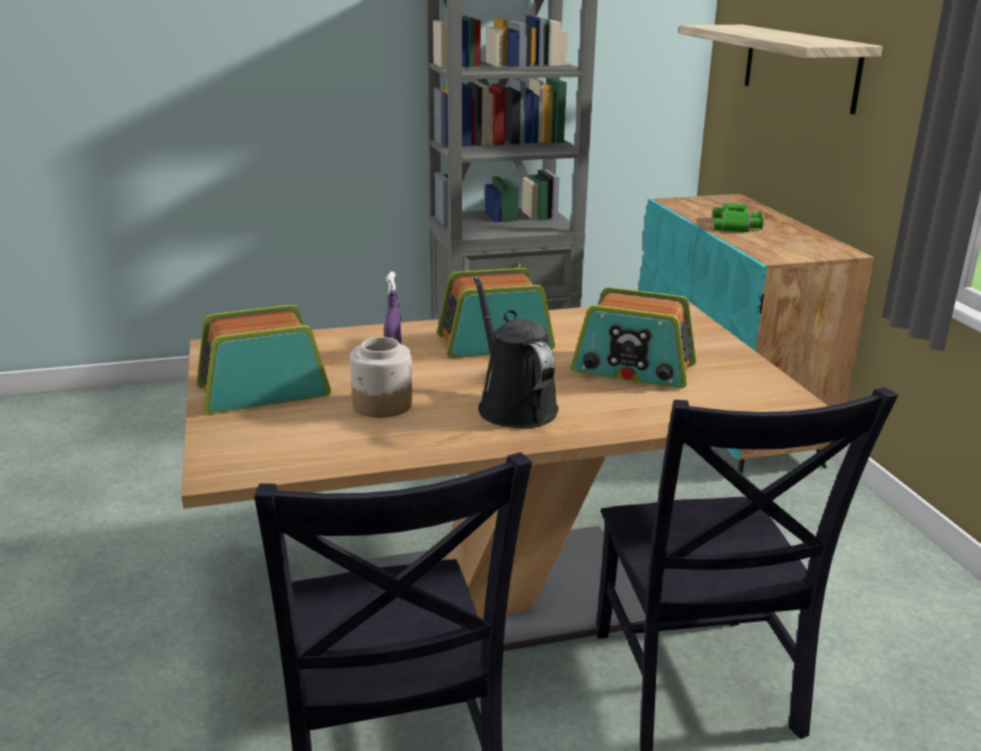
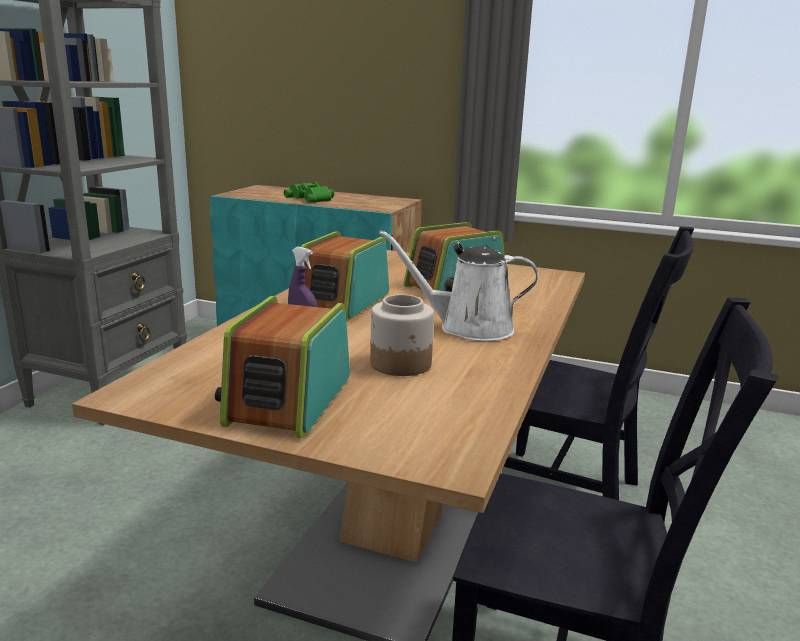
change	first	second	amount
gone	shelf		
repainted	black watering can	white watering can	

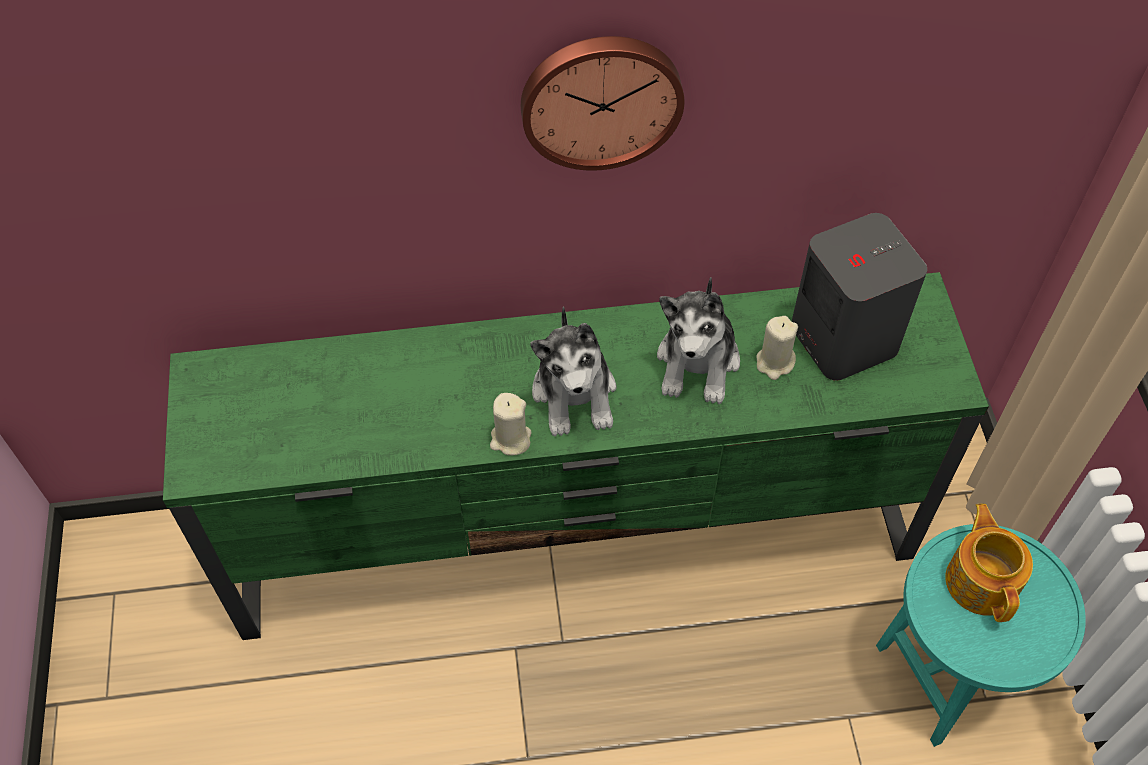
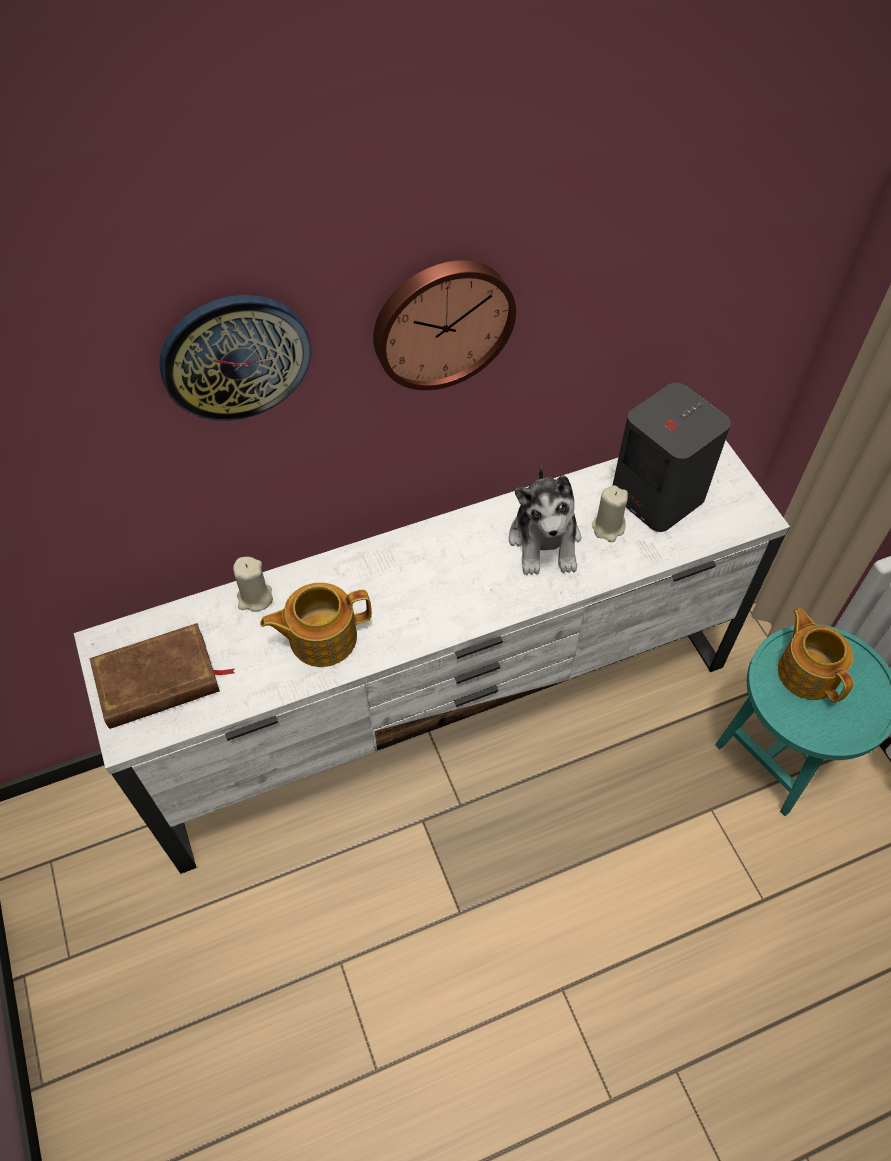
change	first	second	amount
repainted	green tv stand	white tv stand	
gone	plush toy (no. 1 from left)		
shifted	beige candle (no. 1 from left)		
new		wall clock (no. 1 from left)	
new		teapot (no. 1 from left)	
new		brown book	

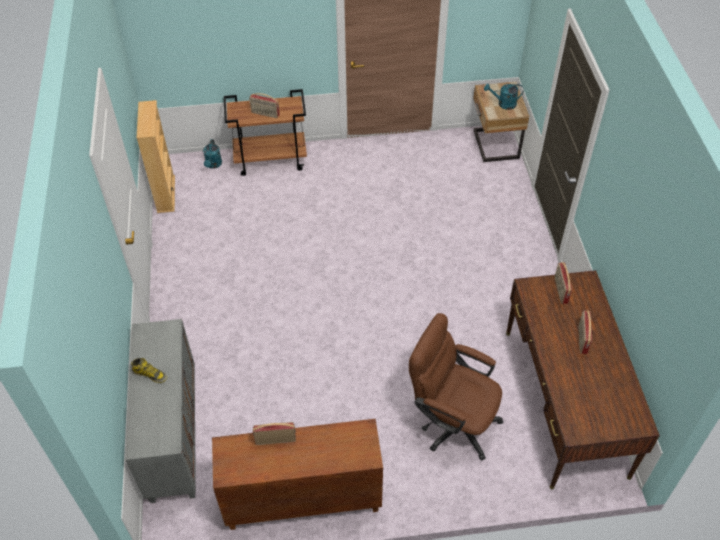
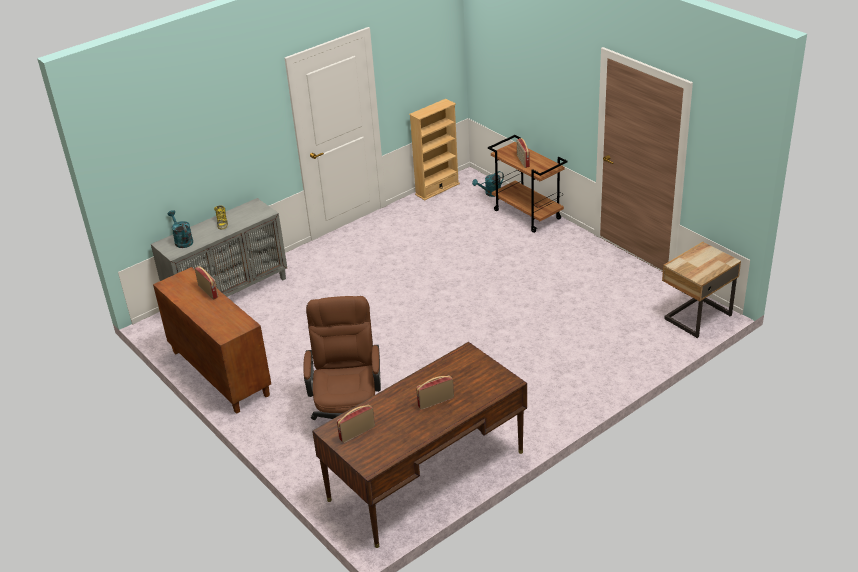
change	first	second	amount
shifted	turquoise watering can (no. 2 from left in the first image)	turquoise watering can (no. 1 from left)	
shifted	radio (no. 3 from left in the first image)	radio (no. 2 from left)	

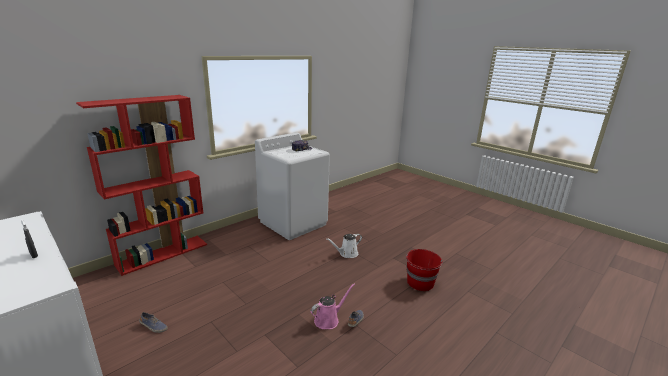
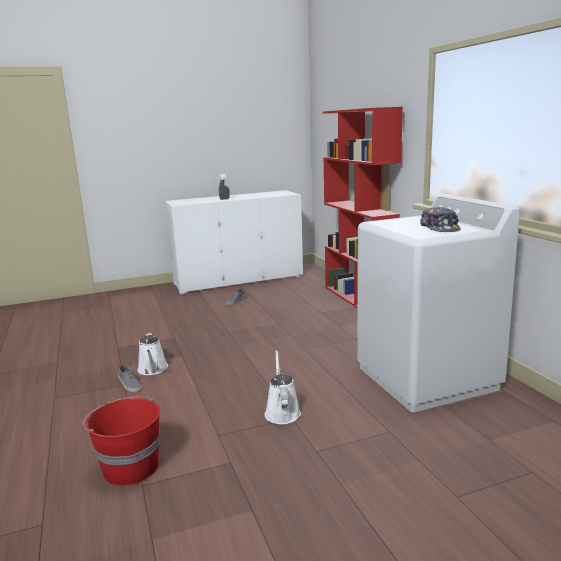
change	first	second	amount
repainted	pink watering can	white watering can (no. 1 from left)	

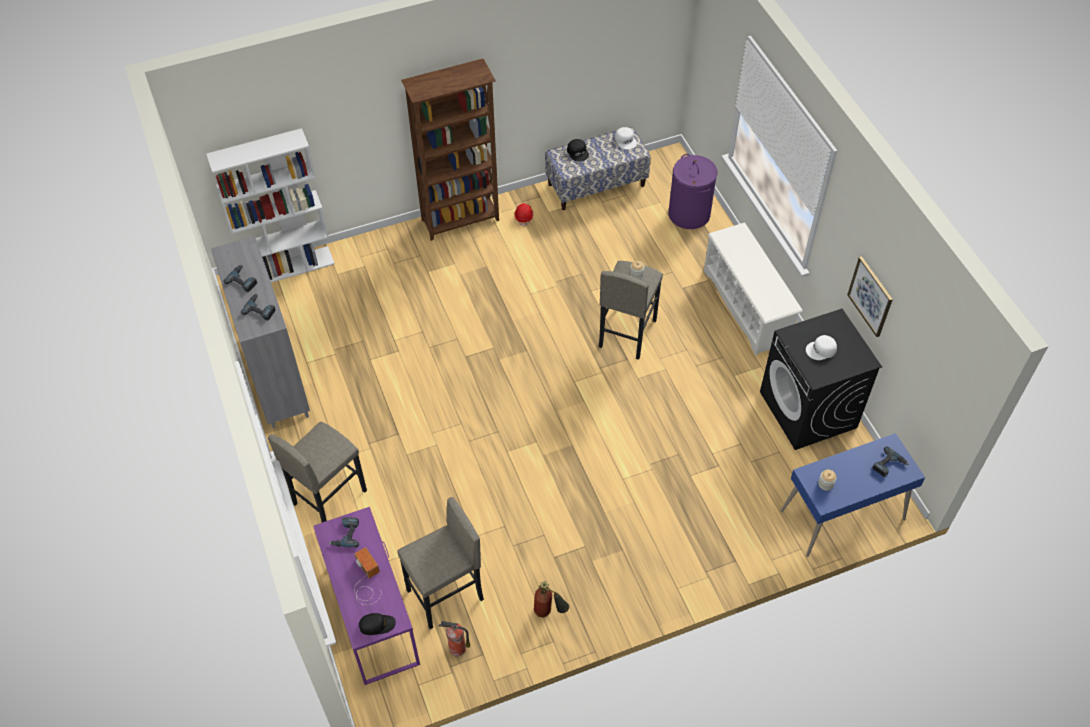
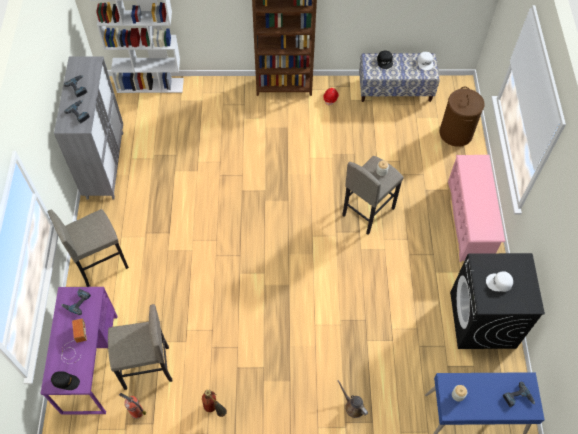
change	first	second	amount
repainted	purple laundry basket	brown laundry basket	
repainted	white shoe rack	pink shoe rack	
gone	picture		
new		brown watering can	

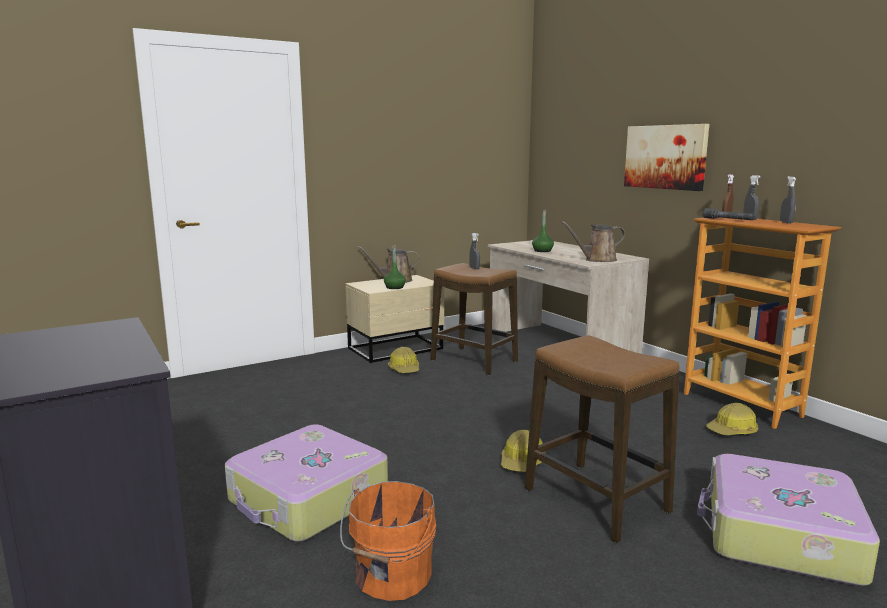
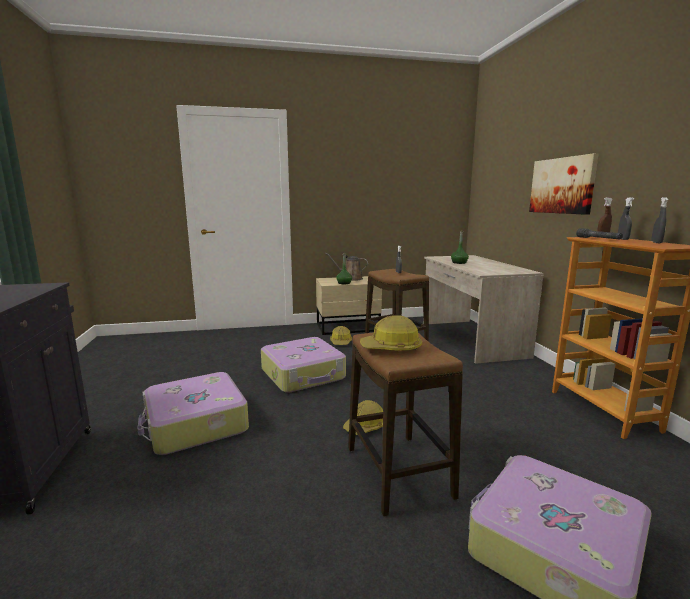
change	first	second	amount
gone	brown watering can (no. 2 from left)		
shifted	hard hat (no. 3 from left)		
gone	orange bucket		
new		suitcase (no. 2 from left)	

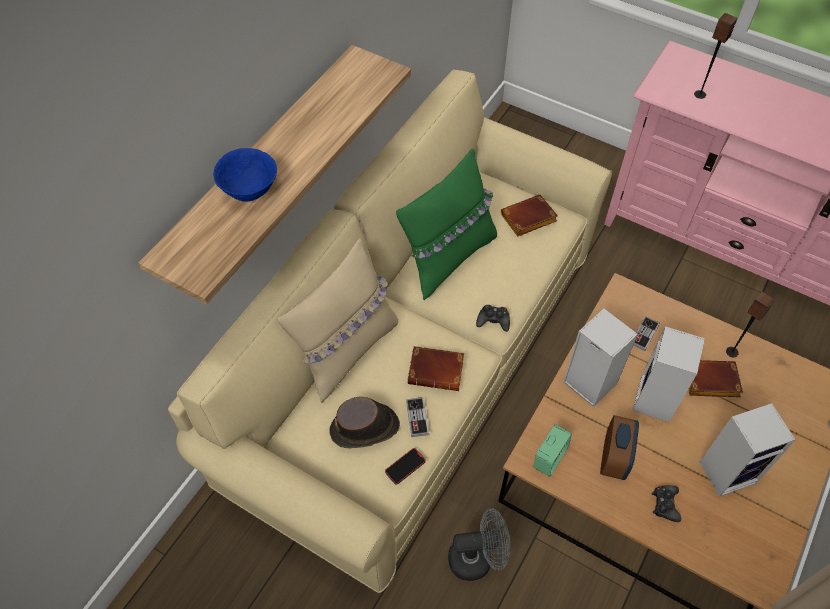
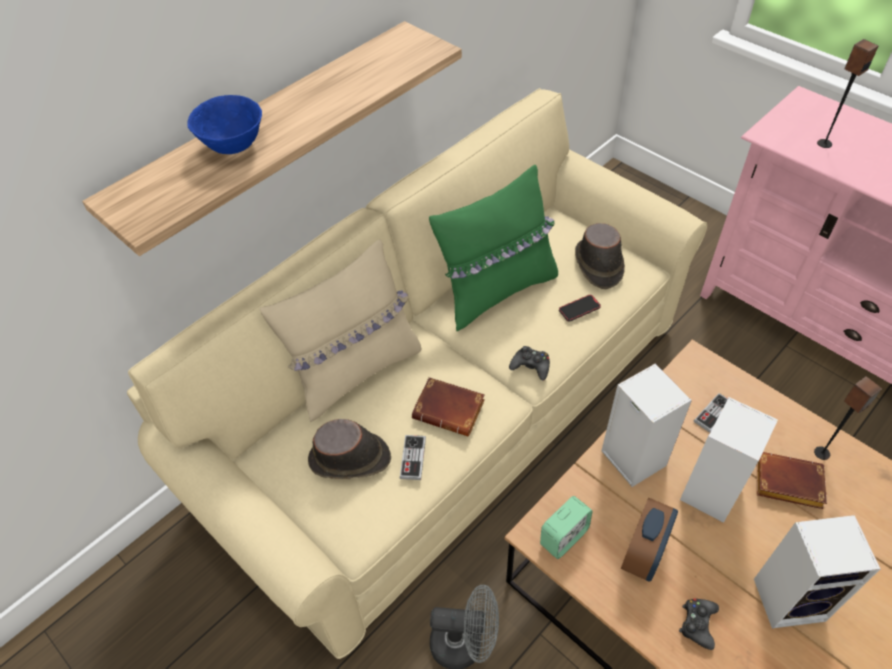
change	first	second	amount
swapped	brown book (no. 2 from left)	brown hat (no. 2 from left)	
shifted	phone		

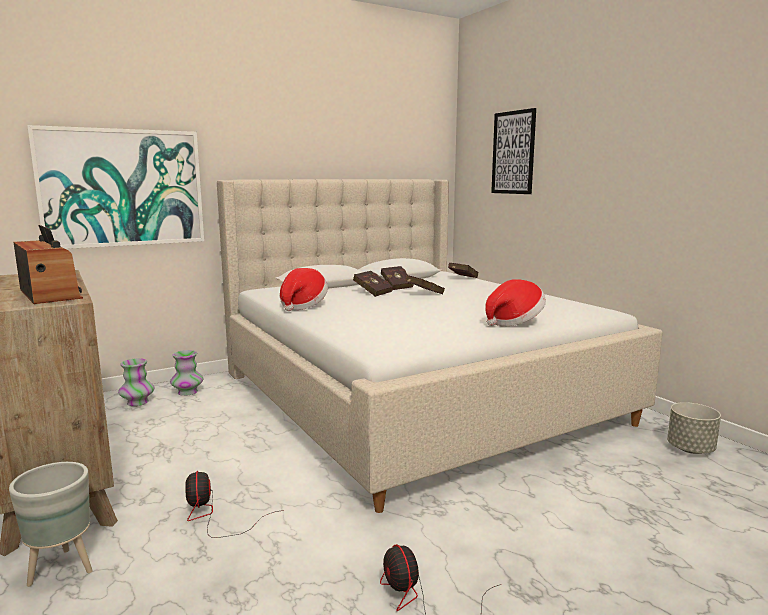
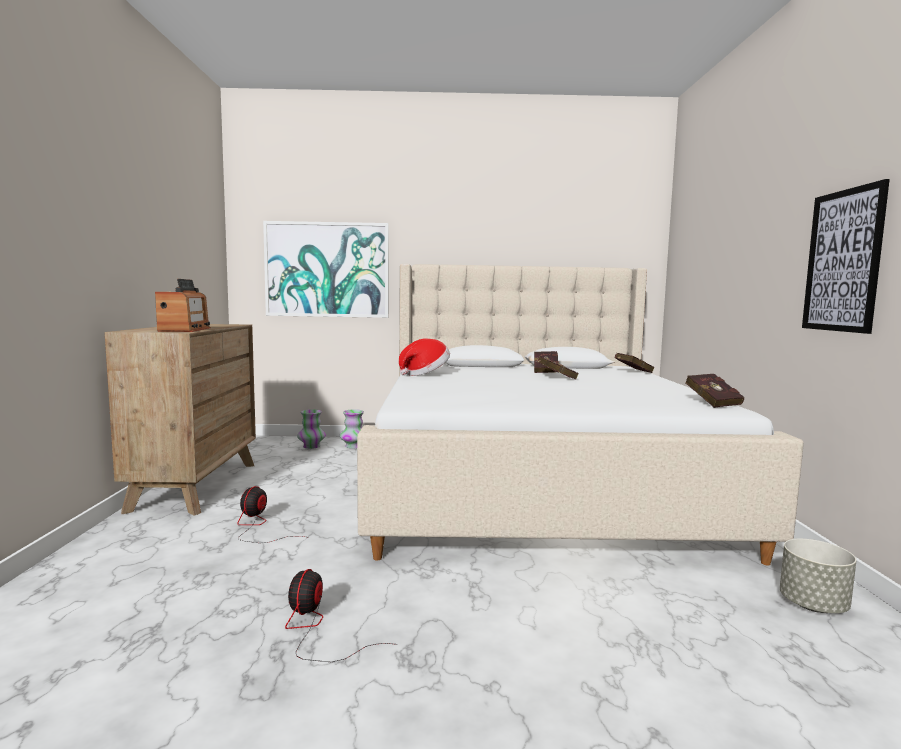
change	first	second	amount
shifted	picture (no. 2 from left)		
shifted	red book (no. 1 from left in the first image)	red book (no. 4 from left)	
gone	hat (no. 2 from left)		
gone	grey planter (no. 1 from left)		

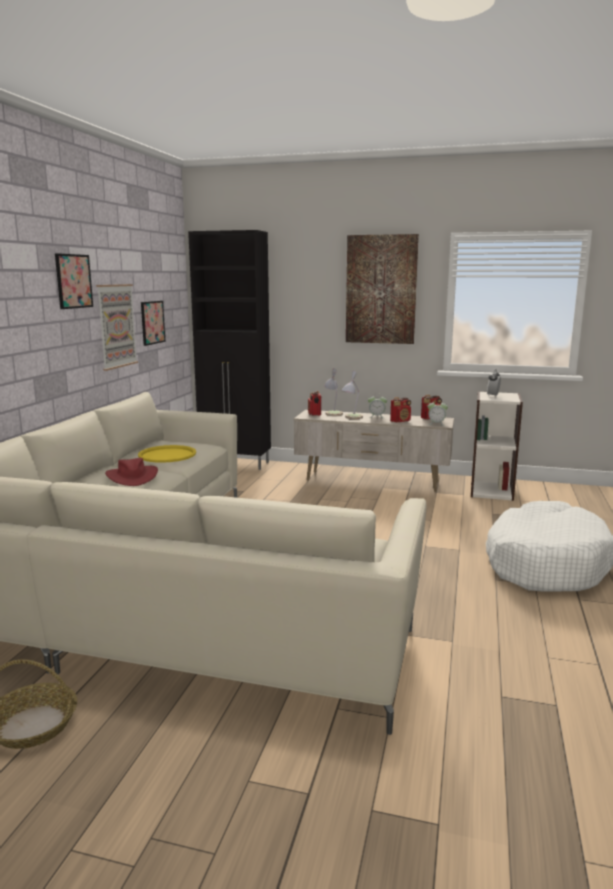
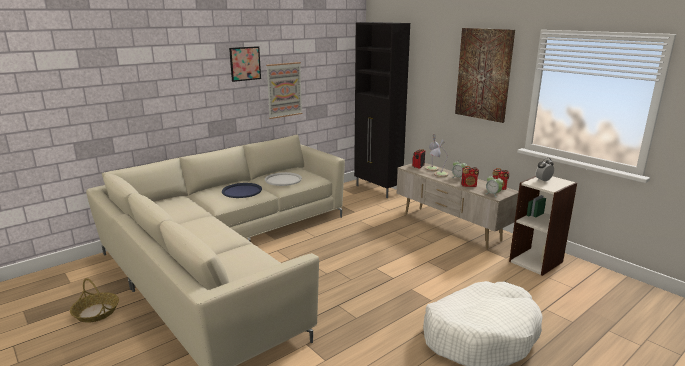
change	first	second	amount
gone	picture (no. 3 from left)		
repainted	yellow tray	white tray	
swapped	red hat	blue tray	

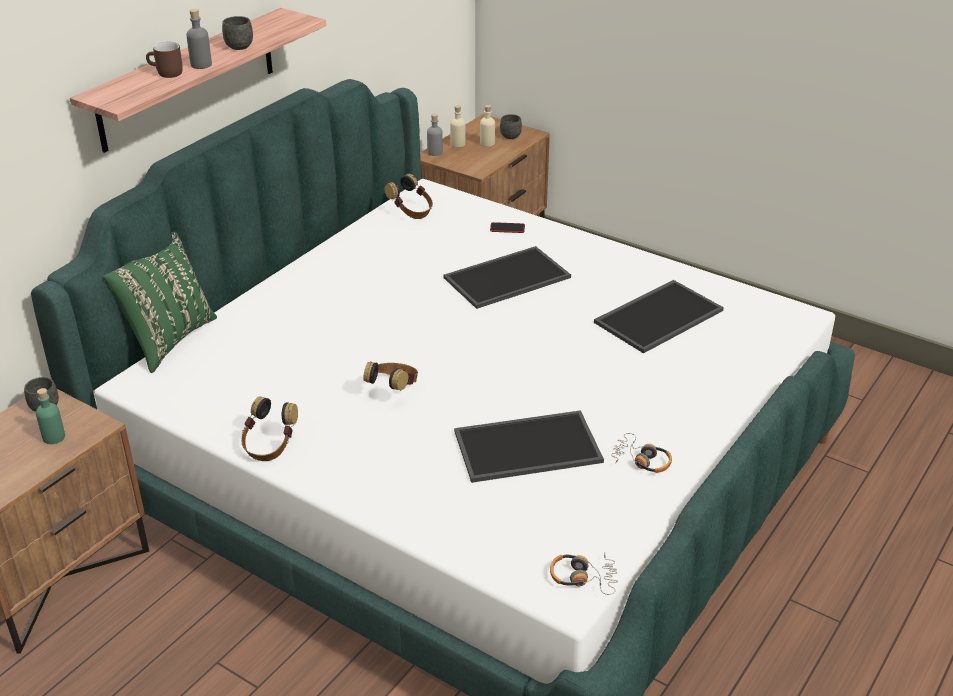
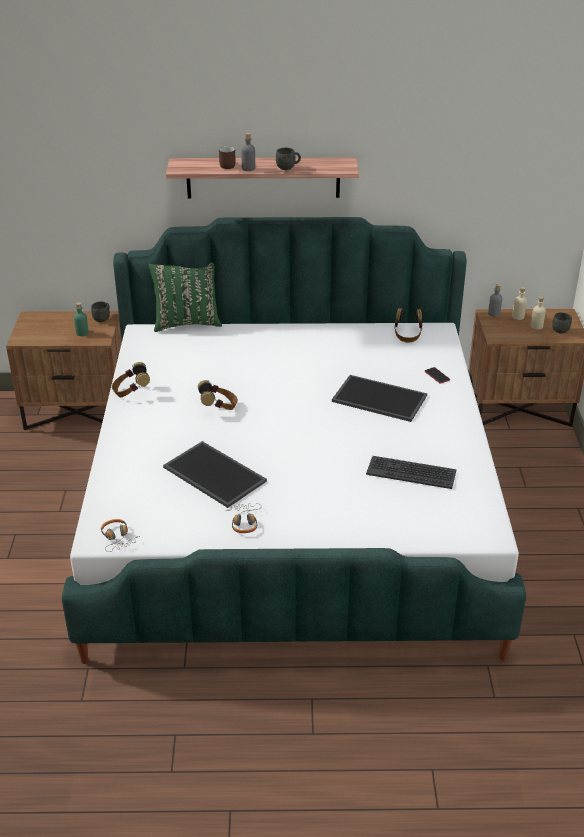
change	first	second	amount
swapped	tray (no. 3 from left)	keyboard	

